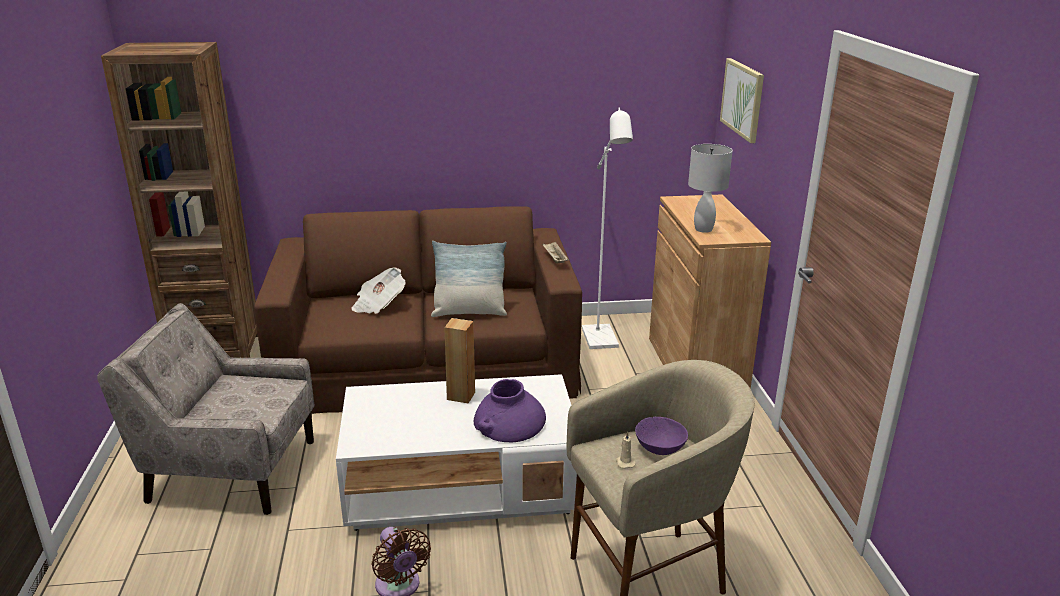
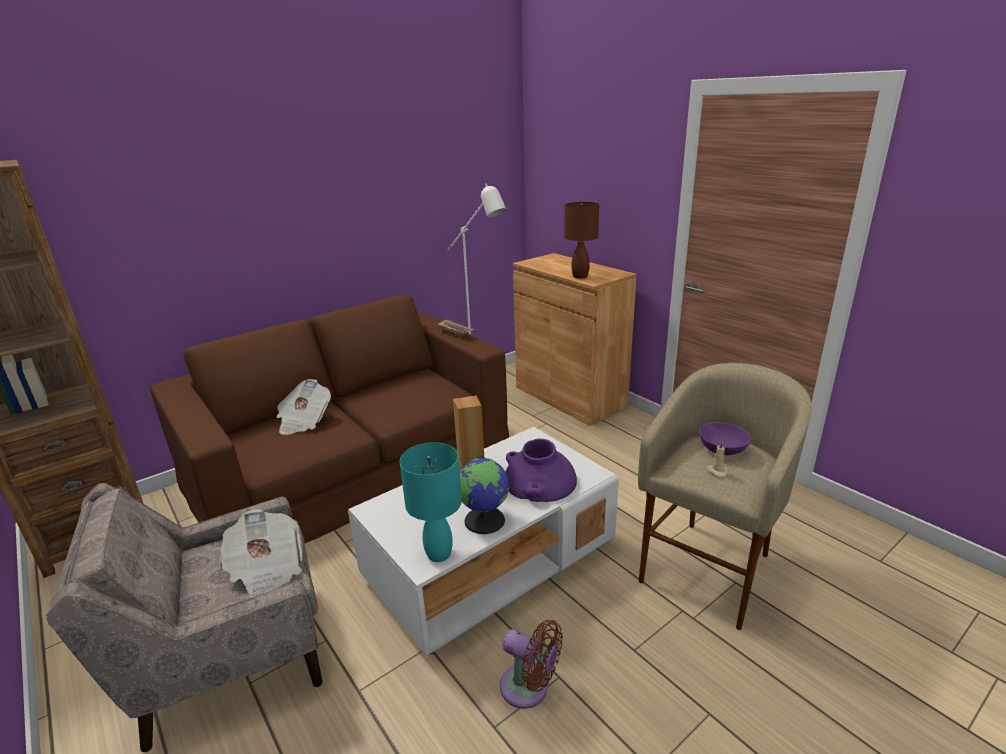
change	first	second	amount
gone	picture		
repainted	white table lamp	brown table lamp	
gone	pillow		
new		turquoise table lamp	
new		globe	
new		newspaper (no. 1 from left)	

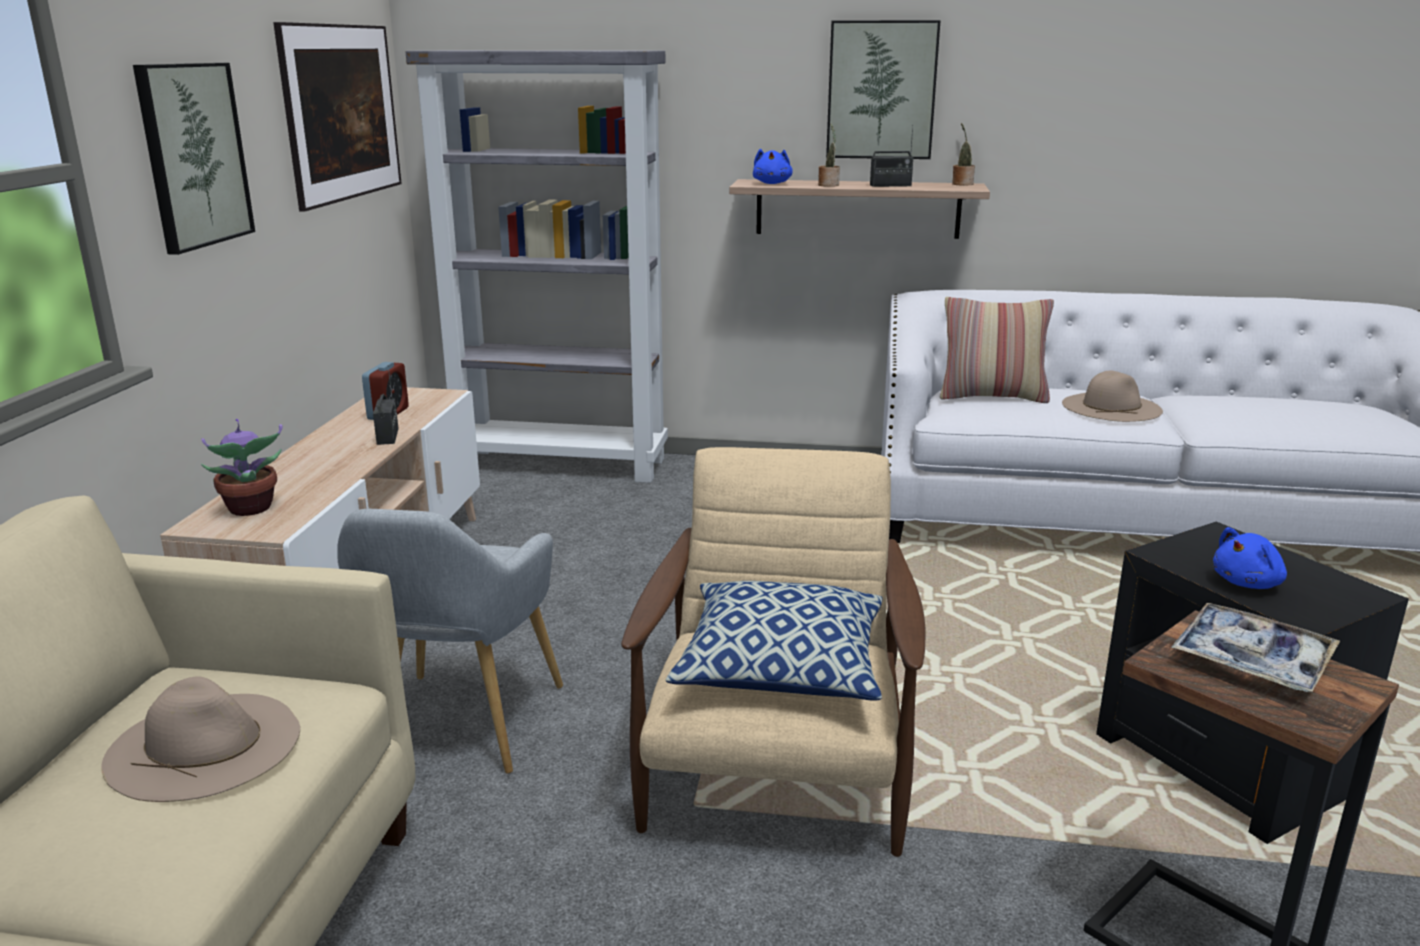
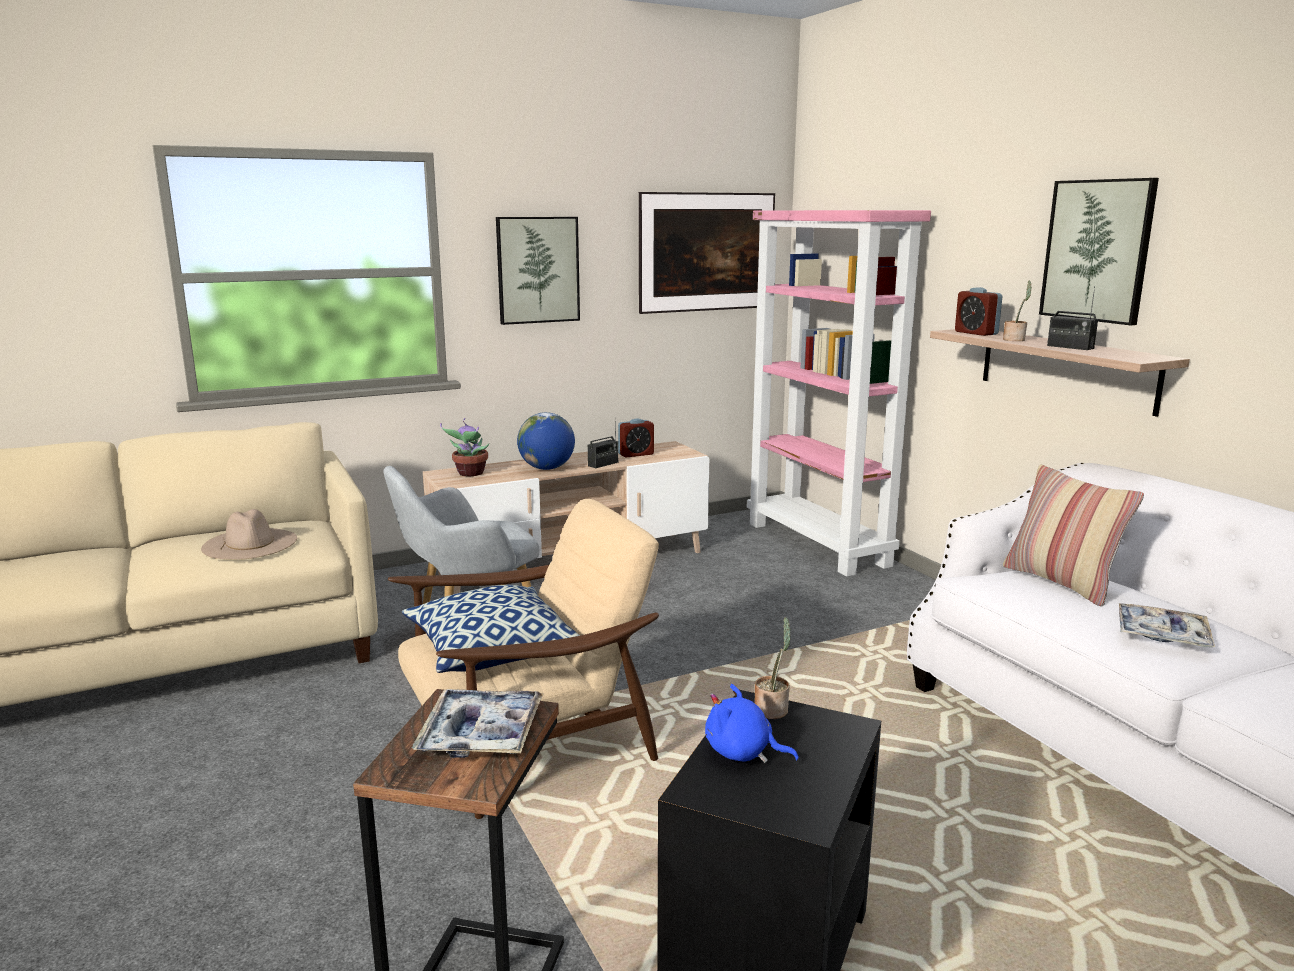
change	first	second	amount
repainted	grey bookcase	pink bookcase	
shifted	potted plant (no. 3 from left in the first image)	potted plant (no. 2 from left)	
swapped	blue plush toy (no. 1 from left)	alarm clock (no. 2 from left)	
swapped	beige hat (no. 2 from left)	tray (no. 2 from left)	
new		globe	

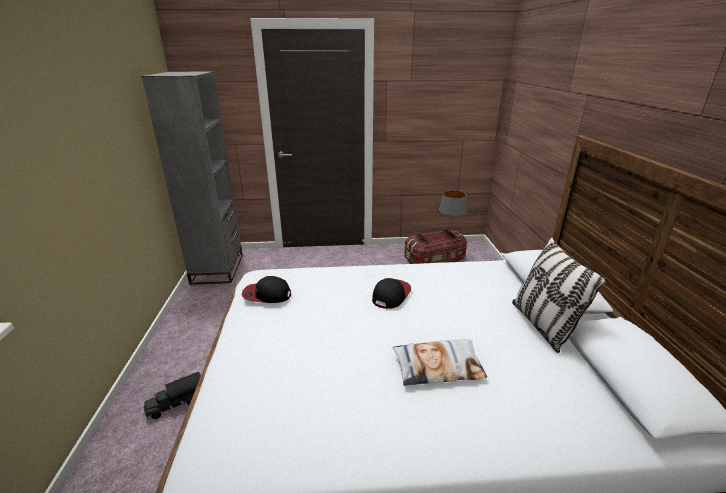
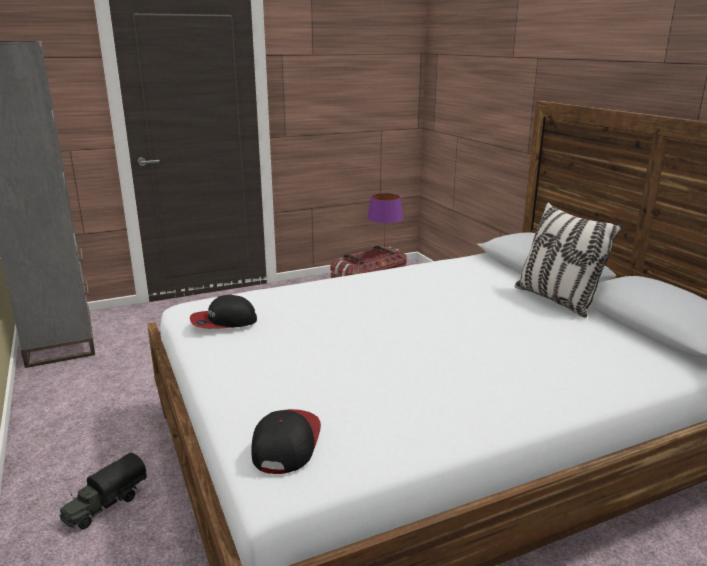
change	first	second	amount
repainted	grey table lamp	purple table lamp	
shifted	cap (no. 2 from left)		
gone	pillow (no. 1 from left)		

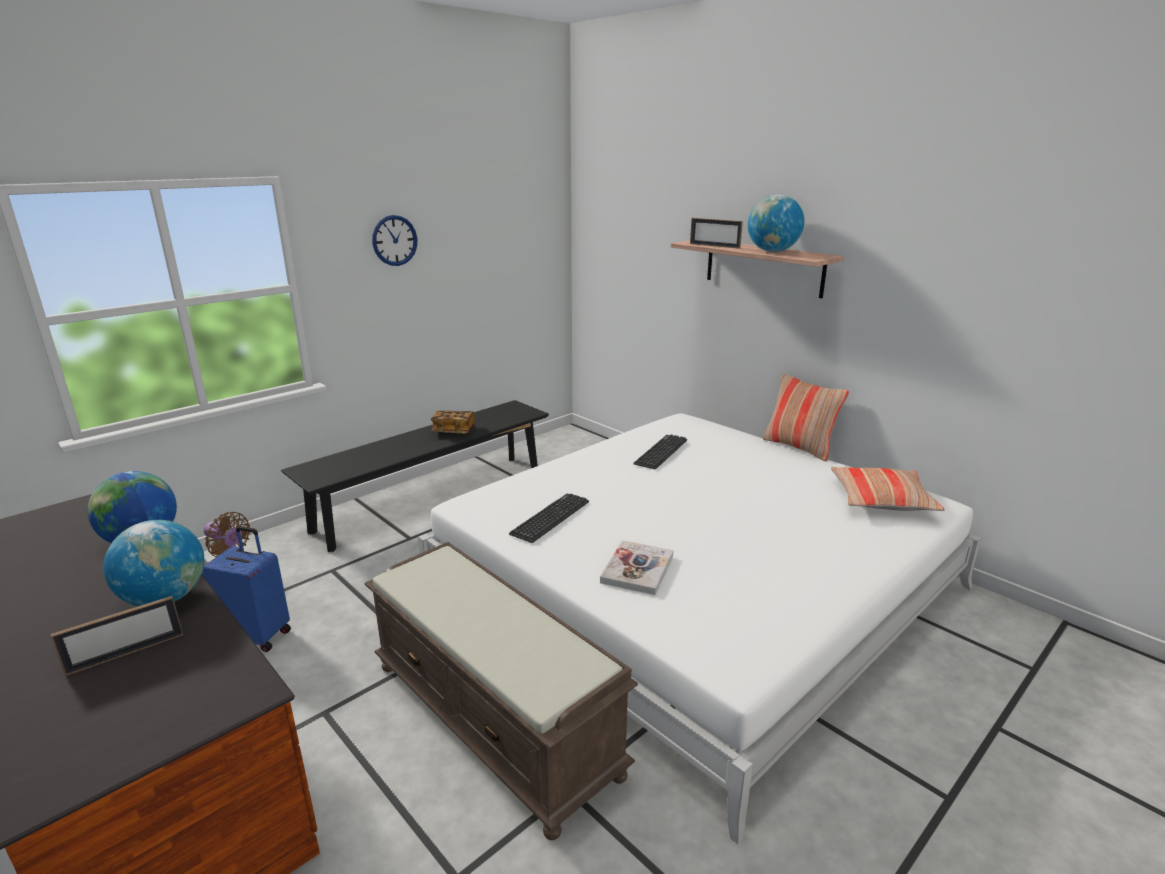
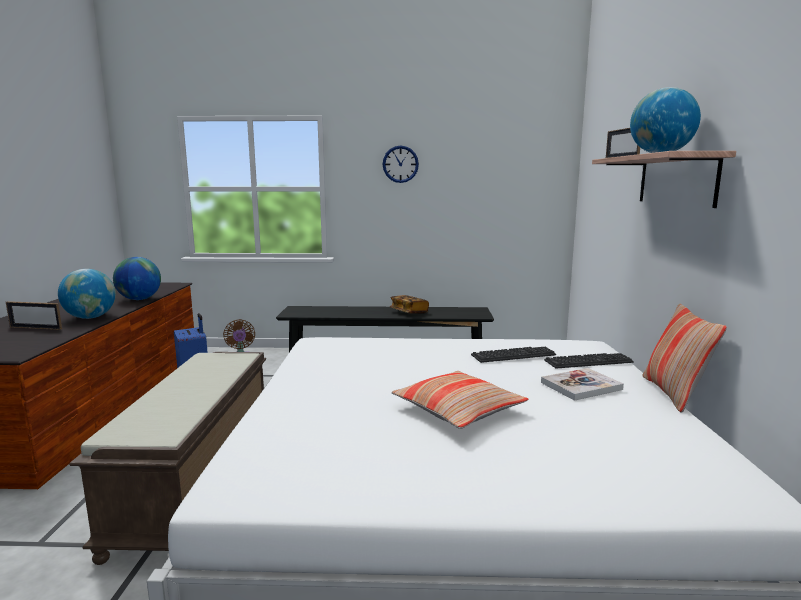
change	first	second	amount
shifted	pillow (no. 2 from left in the first image)	pillow (no. 1 from left)	
shifted	keyboard (no. 1 from left in the first image)	keyboard (no. 2 from left)	
shifted	book (no. 2 from left)		

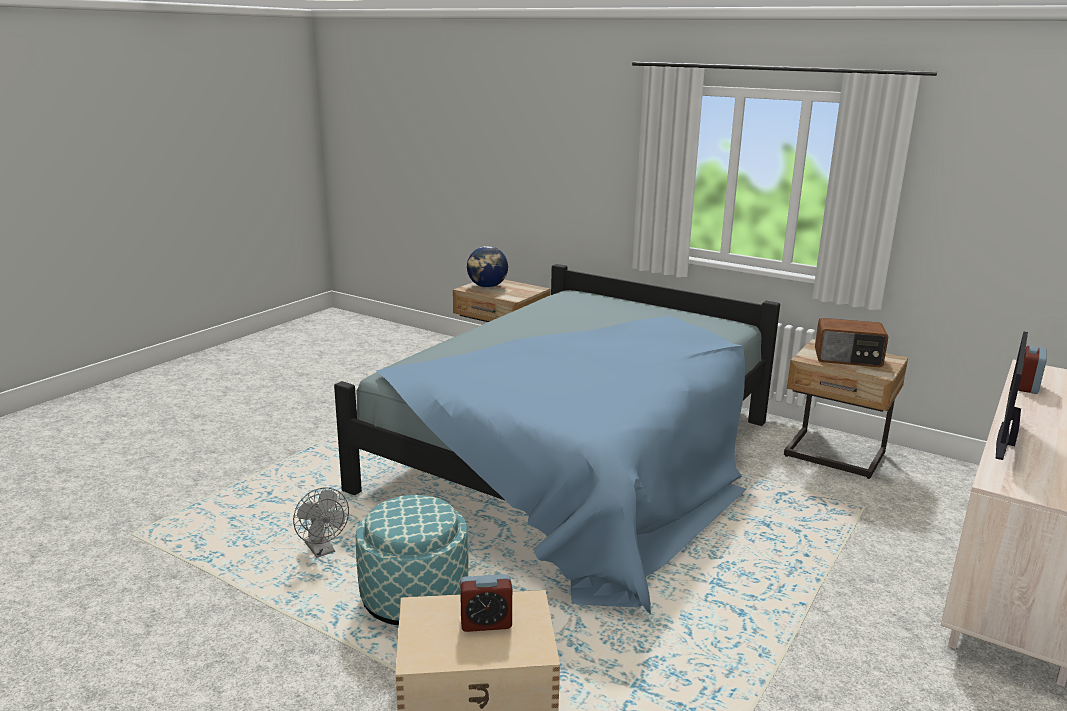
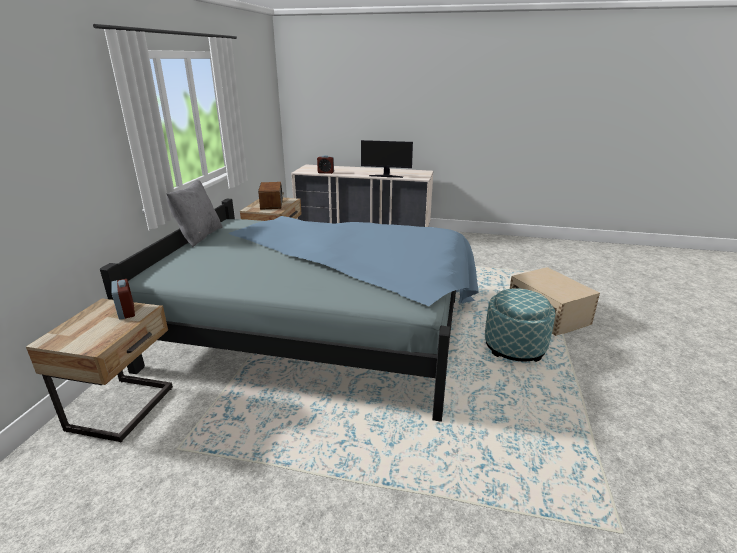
change	first	second	amount
gone	globe		
gone	grey fan		
shifted	alarm clock (no. 1 from left)		
new		grey pillow	

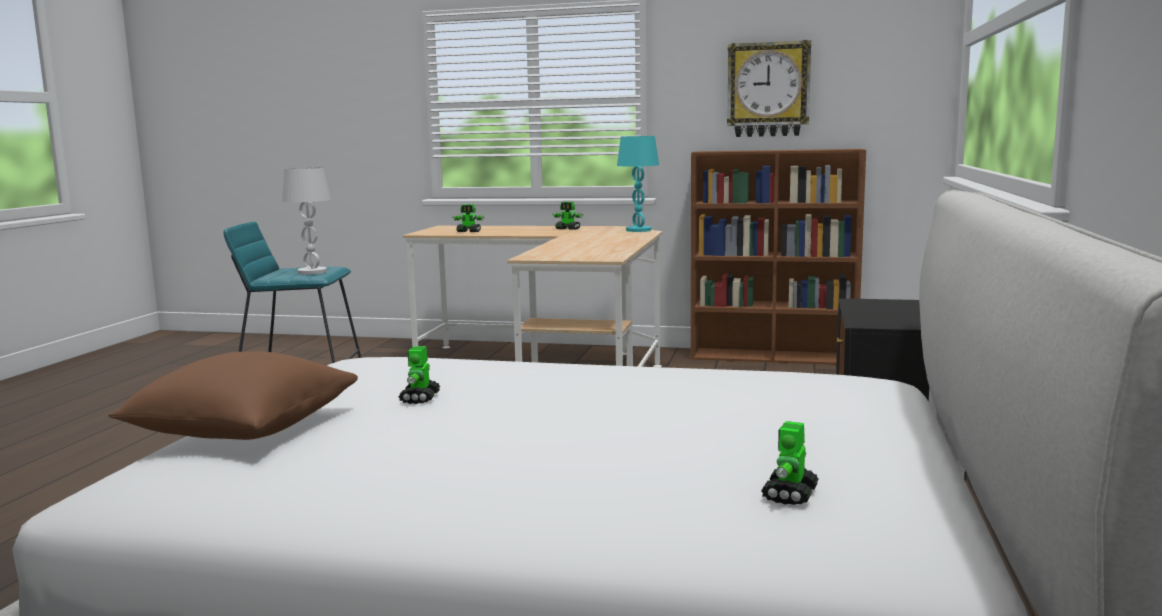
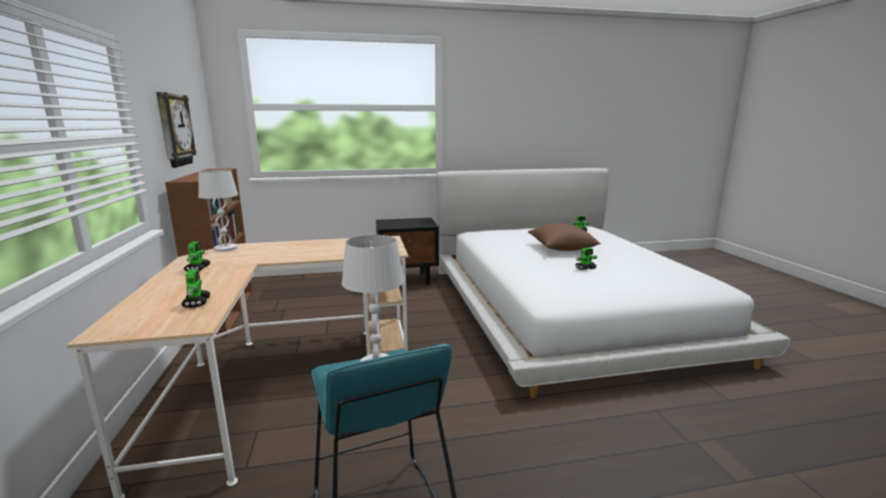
change	first	second	amount
repainted	turquoise table lamp	white table lamp (no. 1 from left)	
shifted	brown pillow		

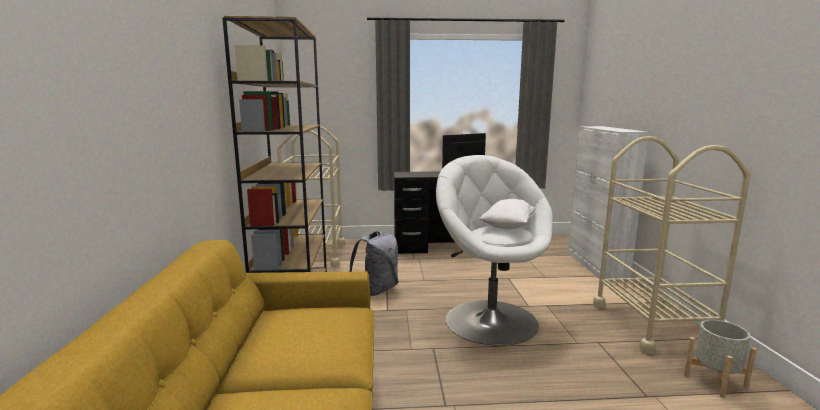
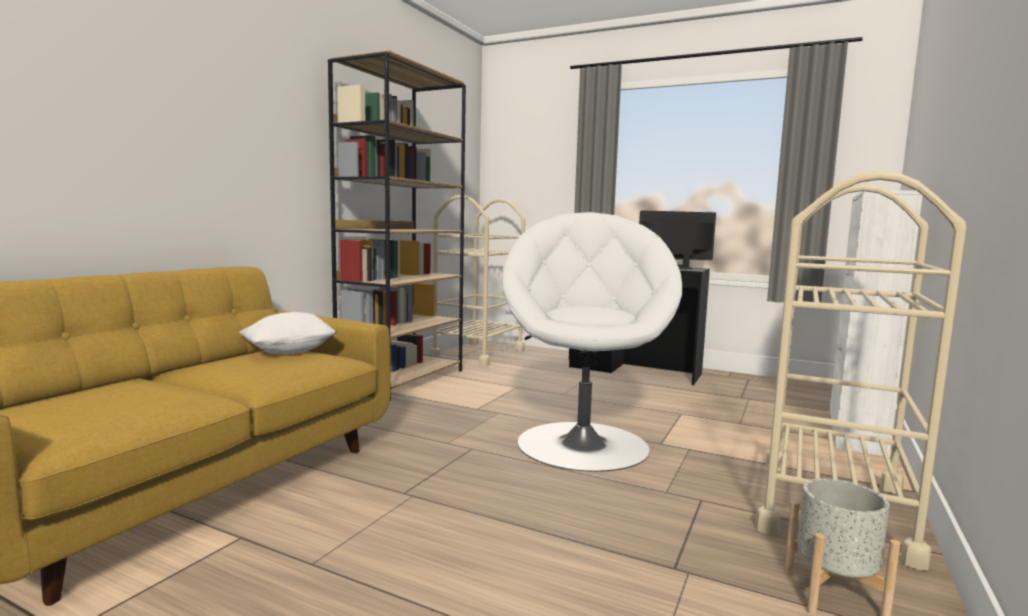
change	first	second	amount
shifted	white pillow		
gone	grey backpack		

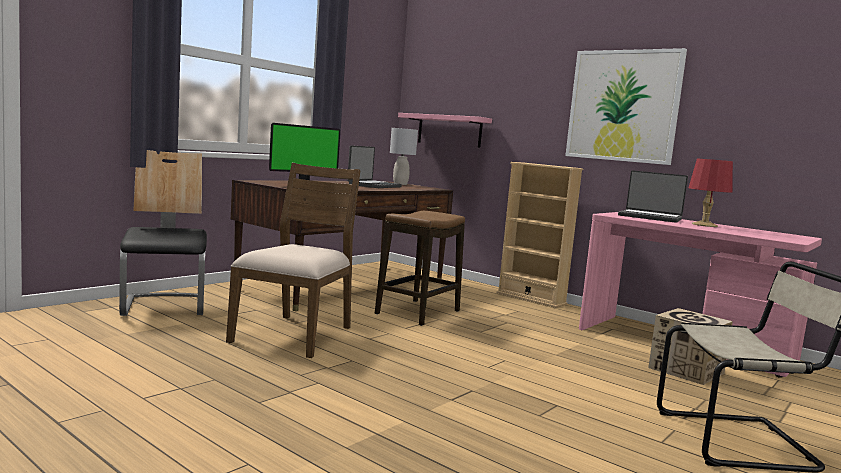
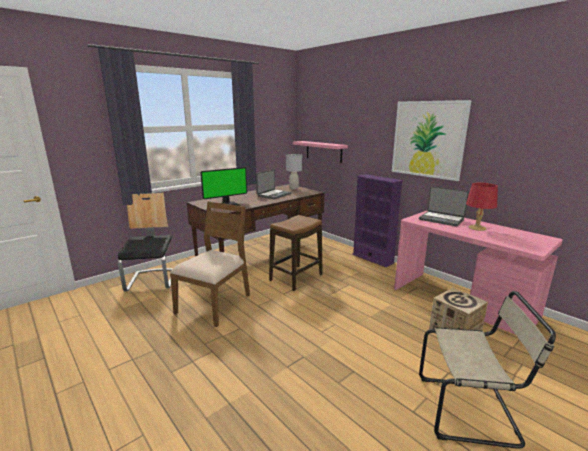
change	first	second	amount
repainted	beige bookcase	purple bookcase	

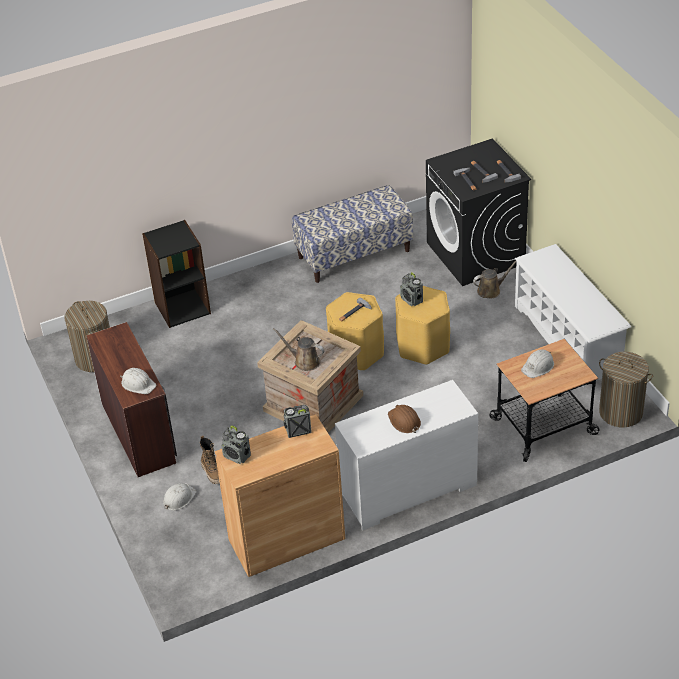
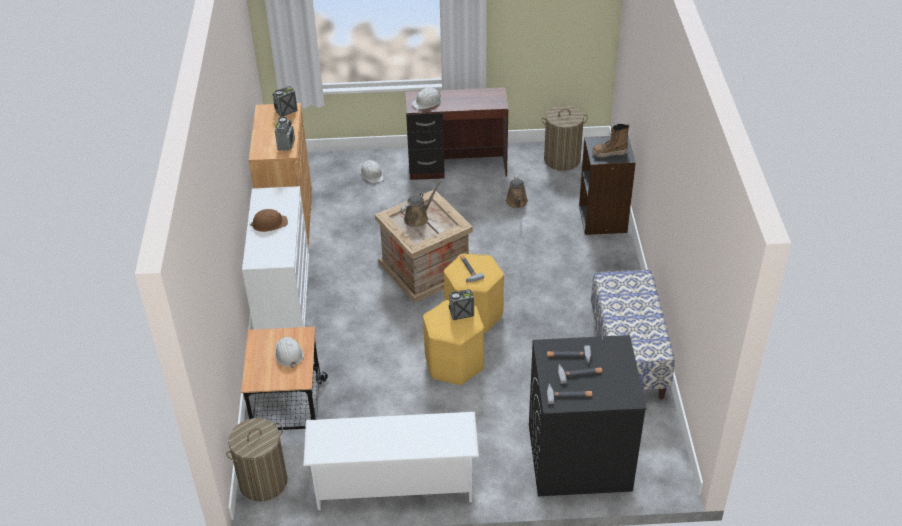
change	first	second	amount
shifted	brown watering can (no. 2 from left)		
shifted	boot		

